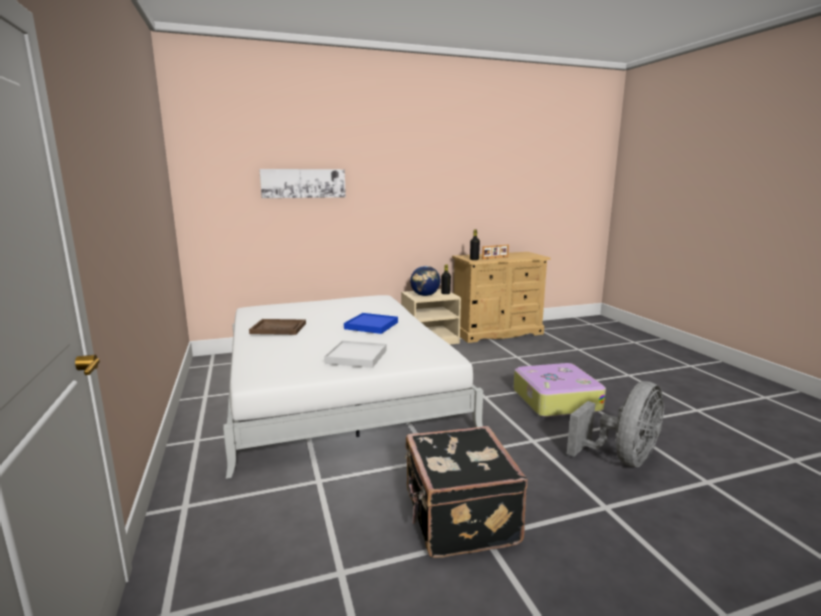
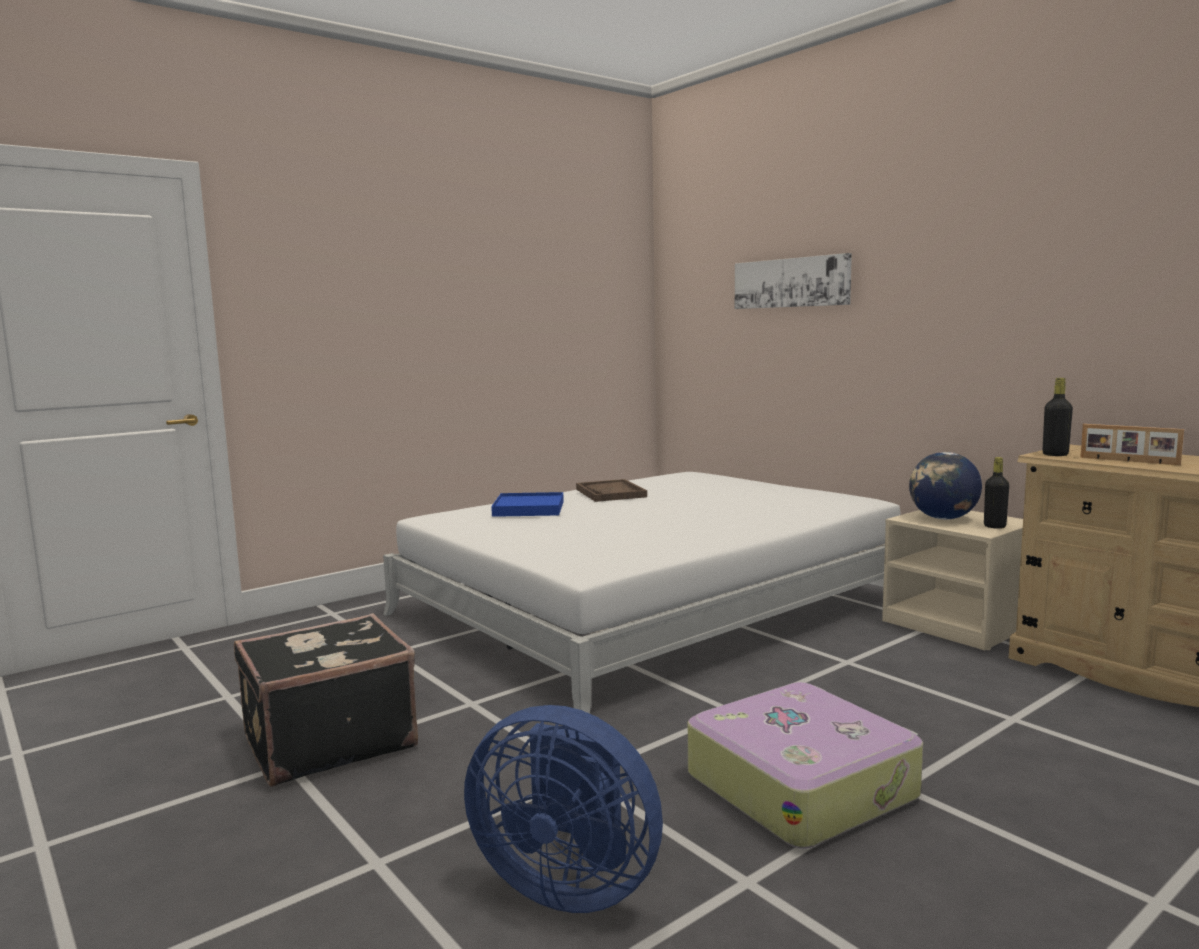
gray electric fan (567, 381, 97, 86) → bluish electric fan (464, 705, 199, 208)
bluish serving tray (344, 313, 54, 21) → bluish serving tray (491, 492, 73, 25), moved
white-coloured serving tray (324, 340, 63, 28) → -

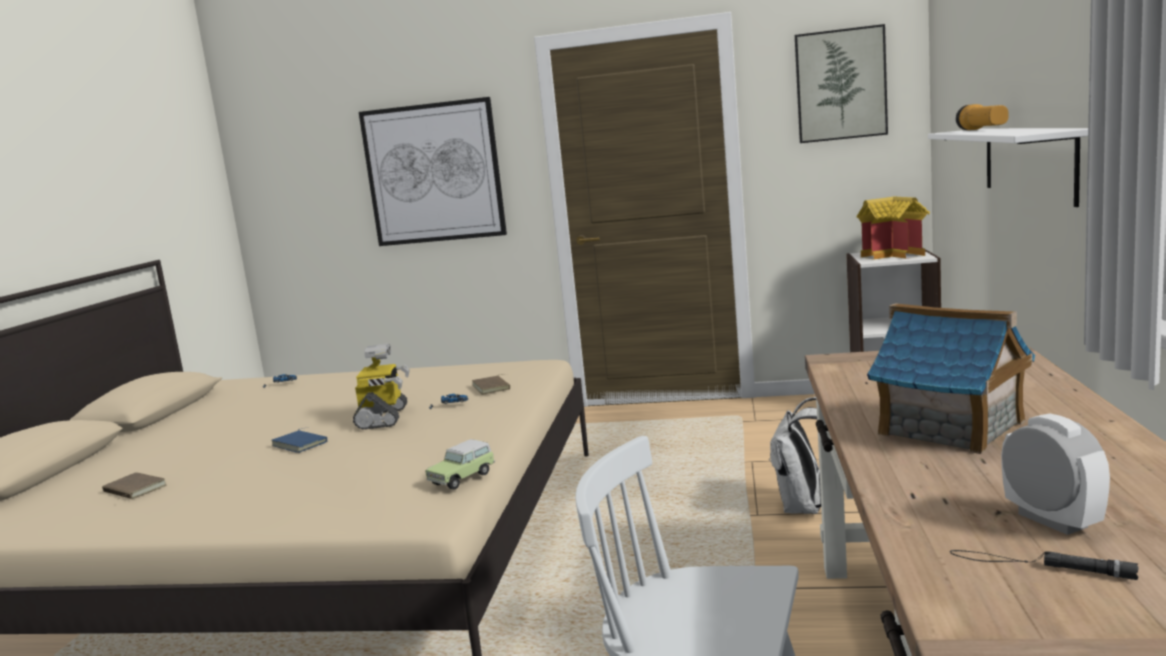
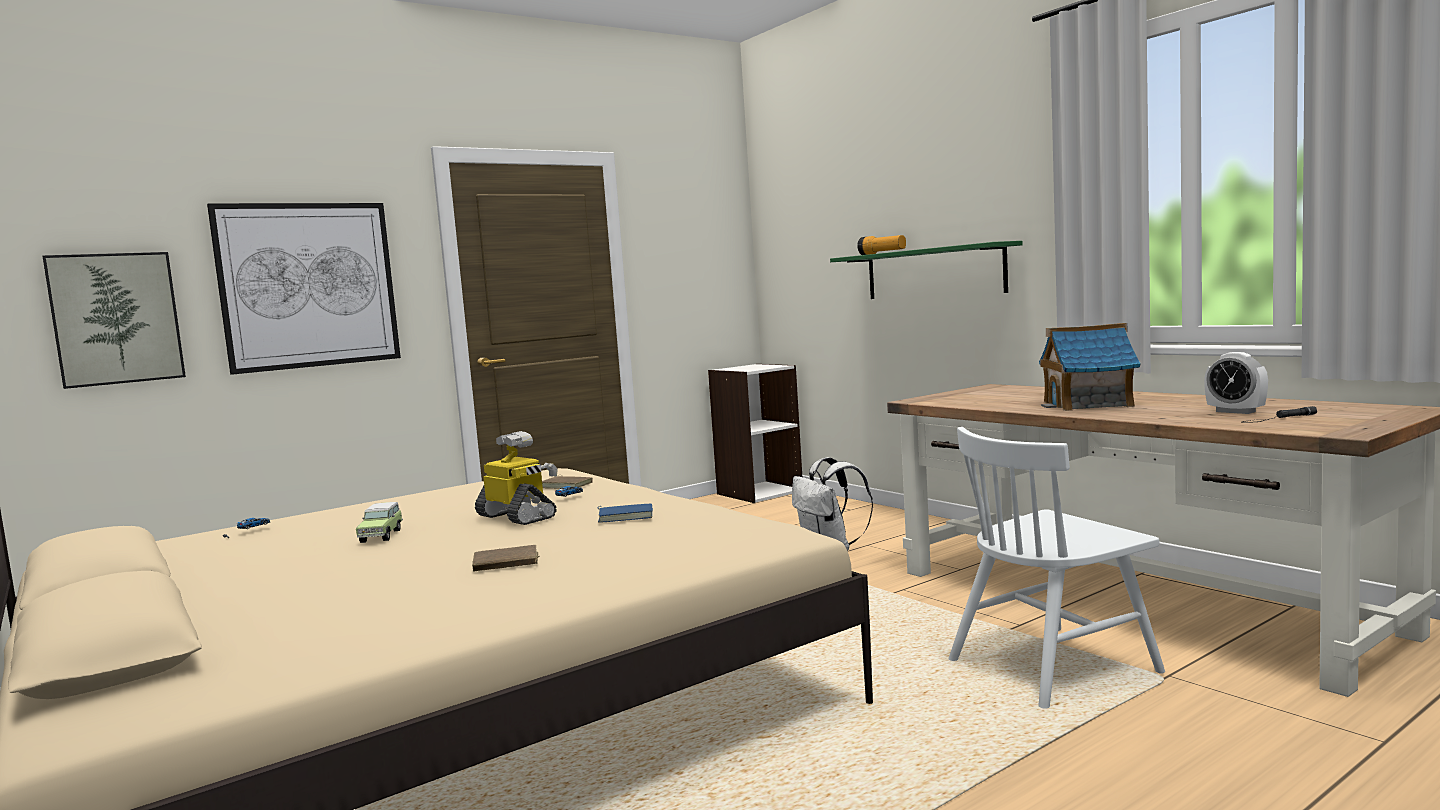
wall picture (795, 24, 93, 119) → wall picture (42, 252, 144, 137), moved
toy car (425, 439, 70, 51) → toy car (356, 502, 47, 41), moved
brownish volume (102, 472, 64, 27) → brownish volume (472, 545, 67, 26), moved
bluish volume (272, 428, 55, 25) → bluish volume (598, 504, 55, 19), moved
white-coloured shelf (928, 128, 160, 79) → greenish shelf (830, 241, 193, 58)
bedside clock (1001, 414, 109, 121) → bedside clock (1204, 352, 64, 62), 150 degrees counterclockwise
model house (856, 197, 74, 63) → -

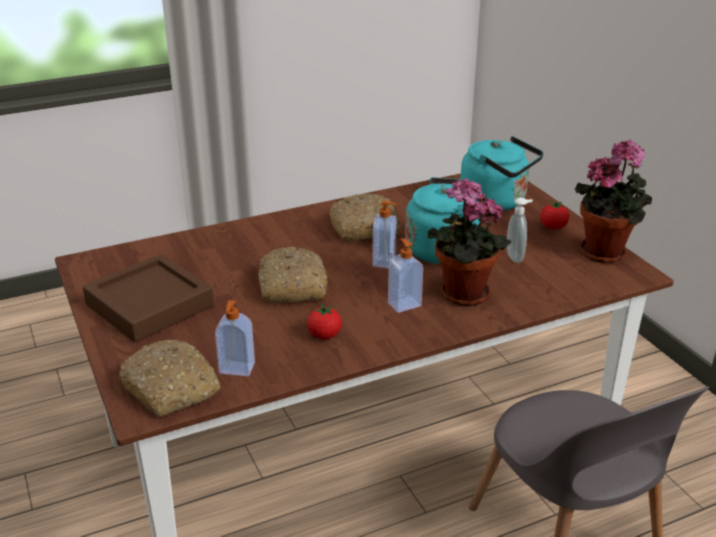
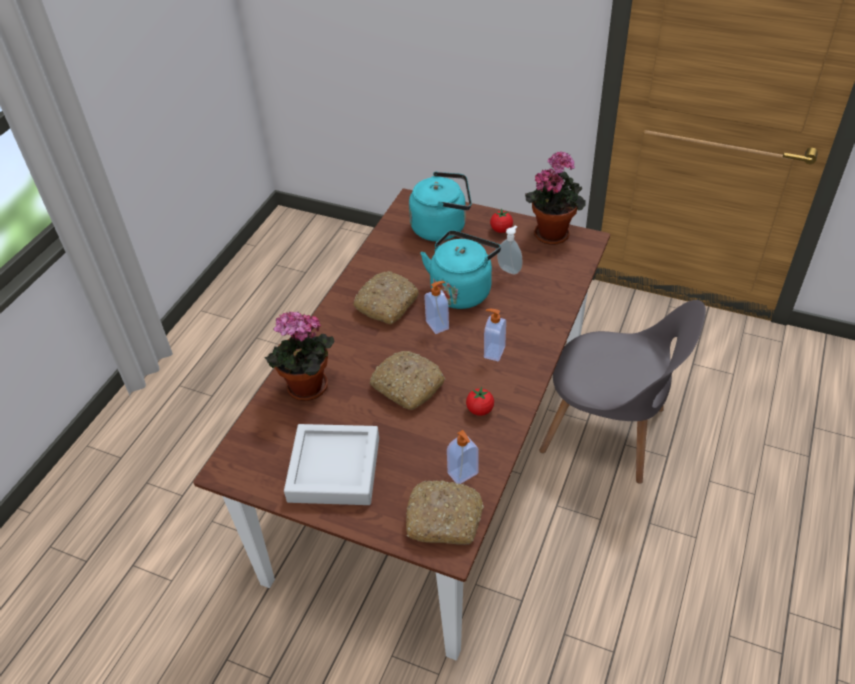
houseplant (428, 178, 83, 128) → houseplant (264, 312, 70, 89), moved
brownish serving tray (83, 254, 131, 88) → gray serving tray (284, 424, 95, 81)

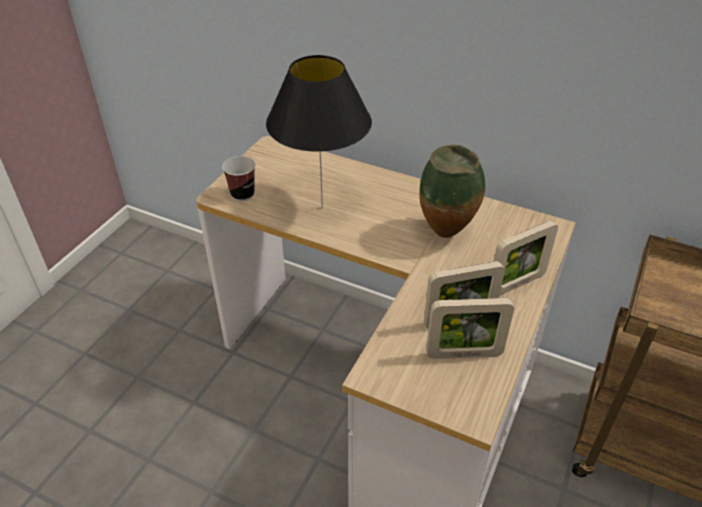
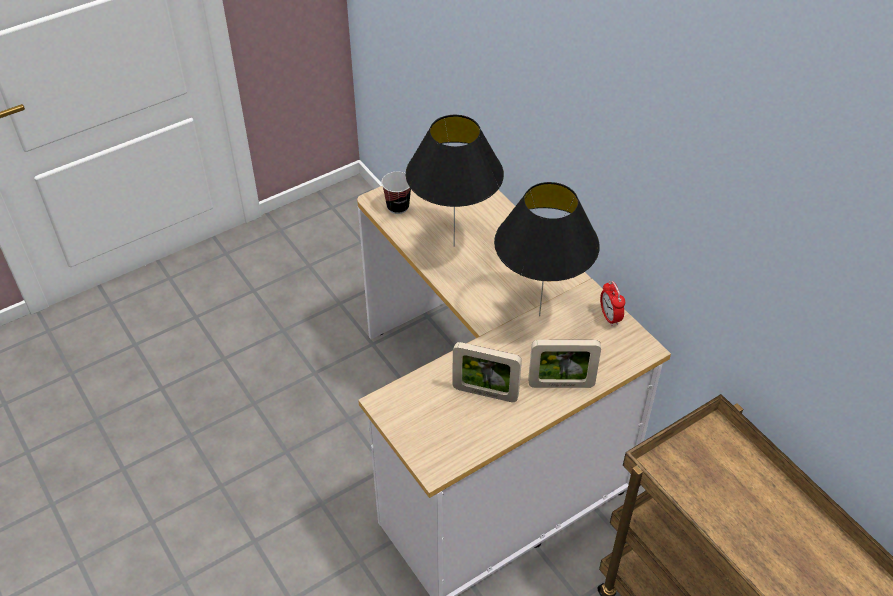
flower vase (419, 145, 66, 93) → black-coloured tabletop lamp (494, 182, 106, 134)
- → bedside clock (600, 281, 25, 45)
picture frame (426, 298, 88, 61) → -

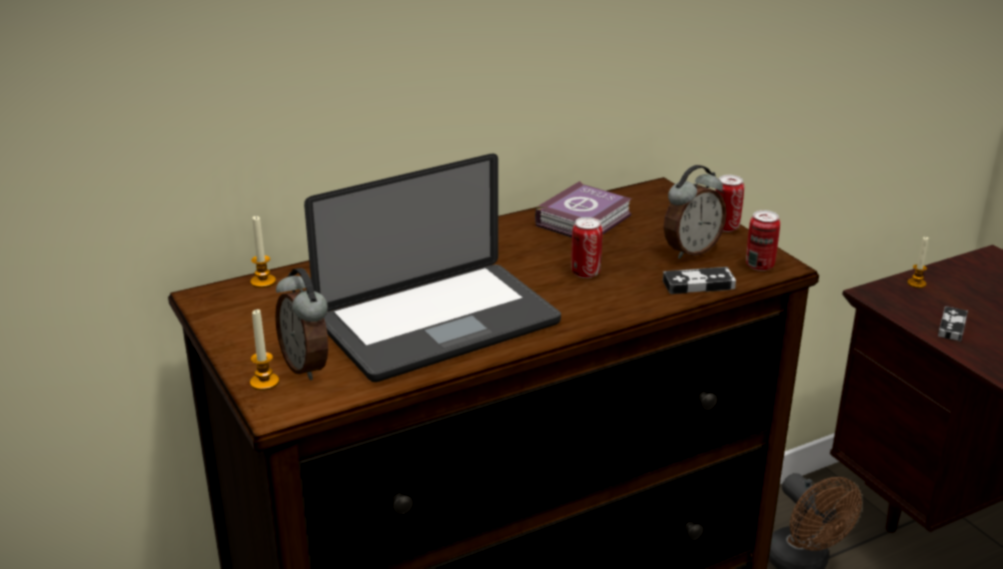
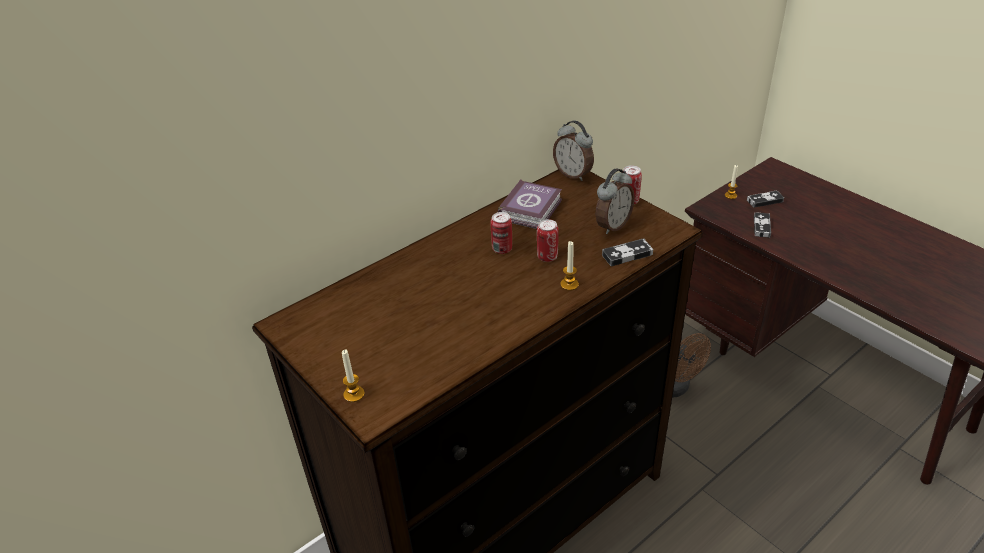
sealed can (746, 210, 34, 61) → sealed can (491, 212, 21, 42), moved
bedside clock (275, 268, 53, 113) → bedside clock (553, 120, 41, 61), moved
wax candle (251, 216, 25, 72) → wax candle (560, 241, 19, 50), moved
- → joypad (747, 191, 37, 17)
portable computer (304, 153, 257, 229) → -

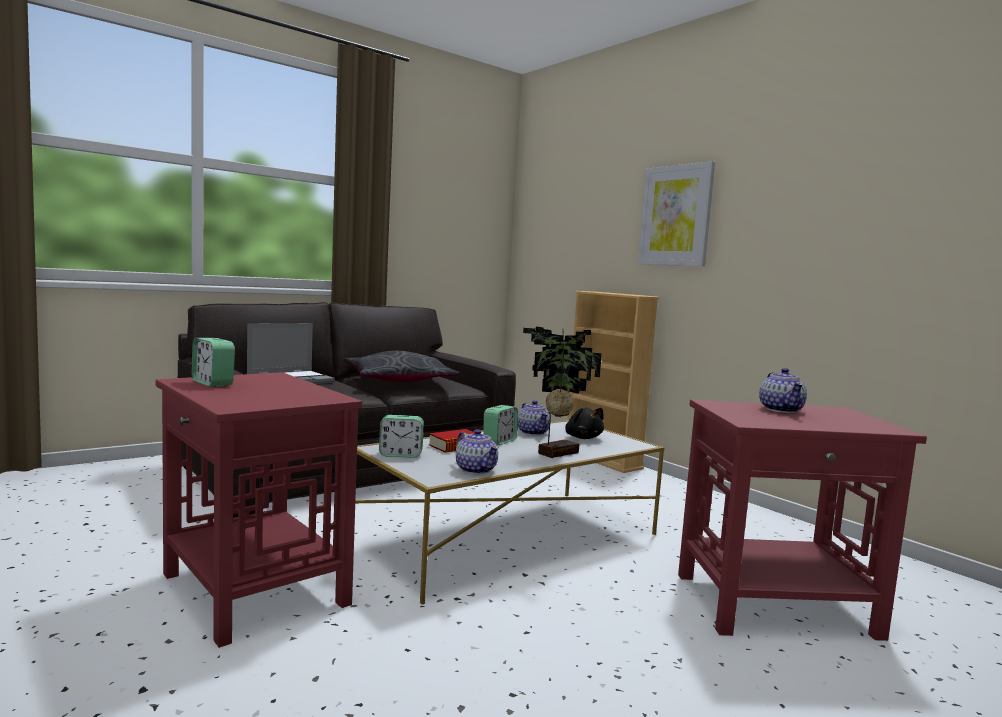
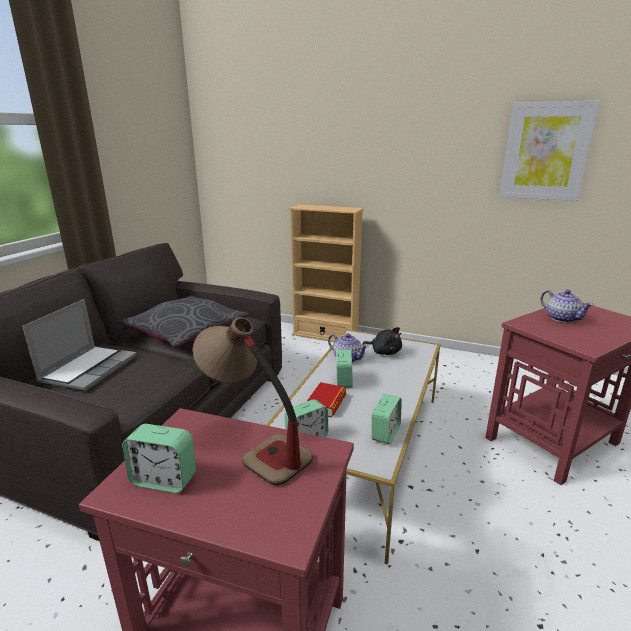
- → tabletop lamp (192, 317, 122, 169)
pot for tea (456, 429, 43, 45) → bedside clock (371, 394, 31, 50)
wall picture (638, 161, 77, 105) → wall picture (499, 101, 101, 100), moved
houseplant (523, 327, 79, 131) → -

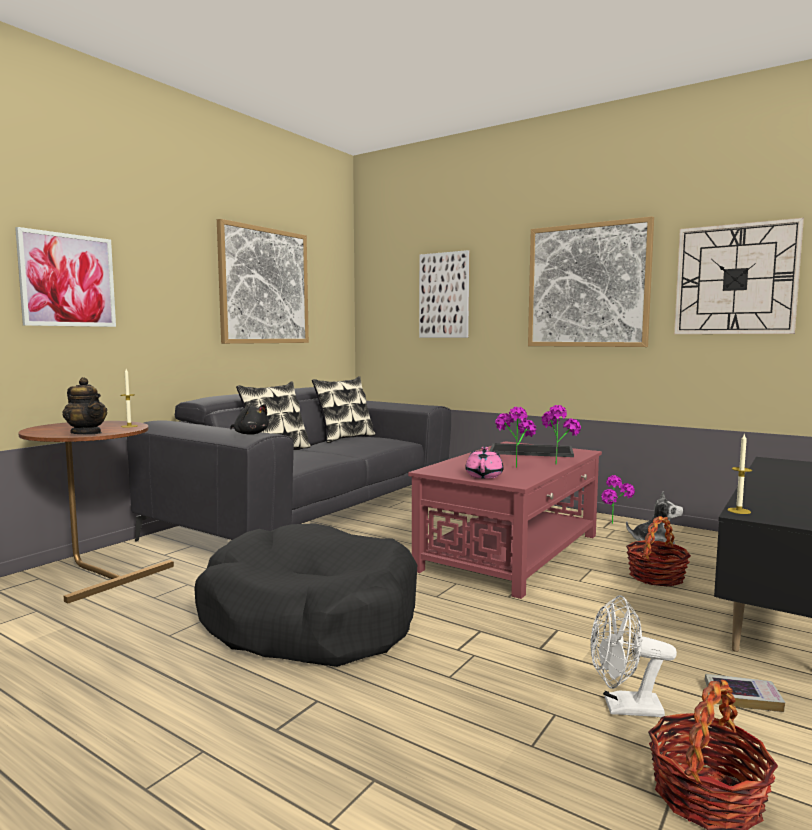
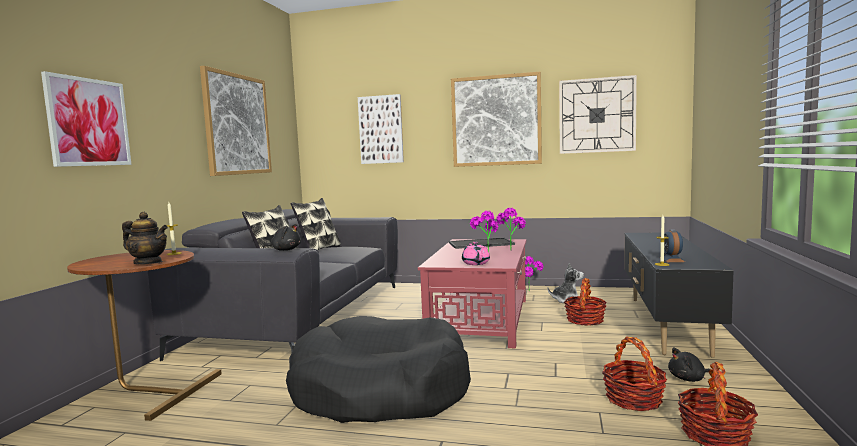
white-coloured electric fan (590, 595, 87, 122) → storage basket (602, 337, 65, 74)
- → bedside clock (664, 229, 21, 33)
volume (705, 674, 80, 38) → black-coloured plush toy (668, 348, 42, 34)

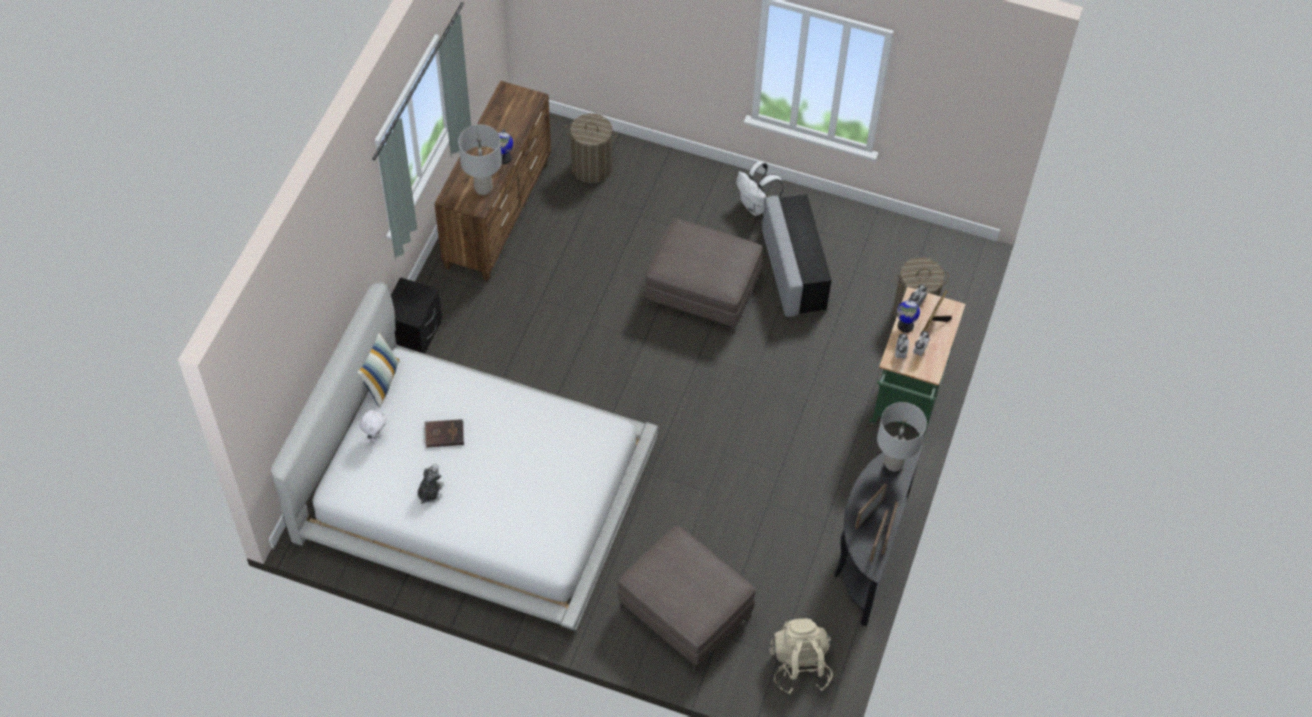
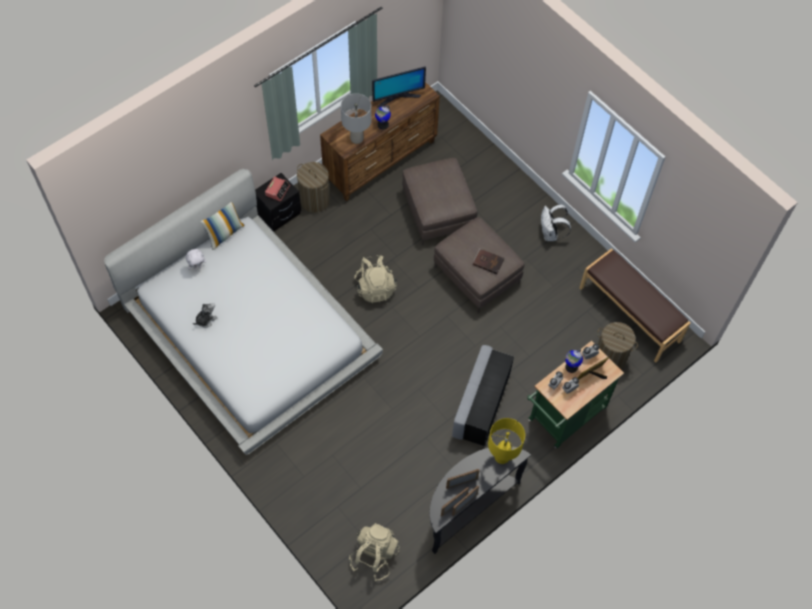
- → bedside clock (265, 176, 25, 26)
washing basket (565, 113, 52, 70) → washing basket (297, 162, 33, 50), moved
- → sand-coloured rucksack (354, 255, 43, 48)
- → computer screen (372, 66, 54, 42)
brownish ottoman (618, 526, 138, 146) → brownish ottoman (402, 158, 75, 88), moved
gray ottoman (762, 194, 70, 123) → gray ottoman (452, 345, 62, 101), moved
brownish volume (424, 419, 40, 28) → brownish volume (473, 248, 32, 26), moved
gray tabletop lamp (877, 402, 50, 69) → yellow-coloured tabletop lamp (488, 418, 37, 46)
- → brownish long seat (579, 248, 112, 114)

